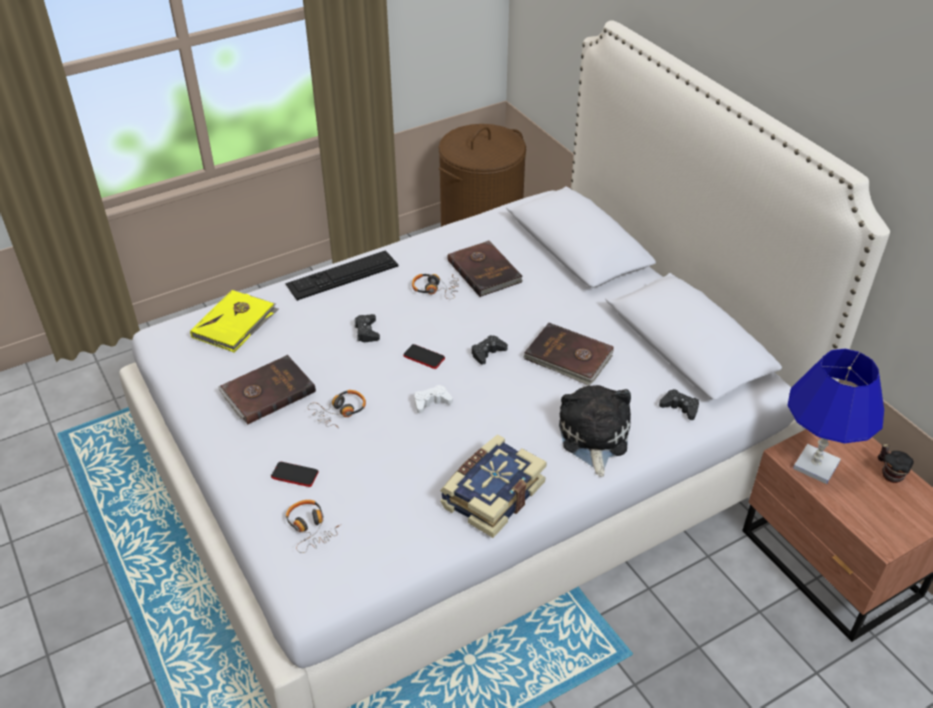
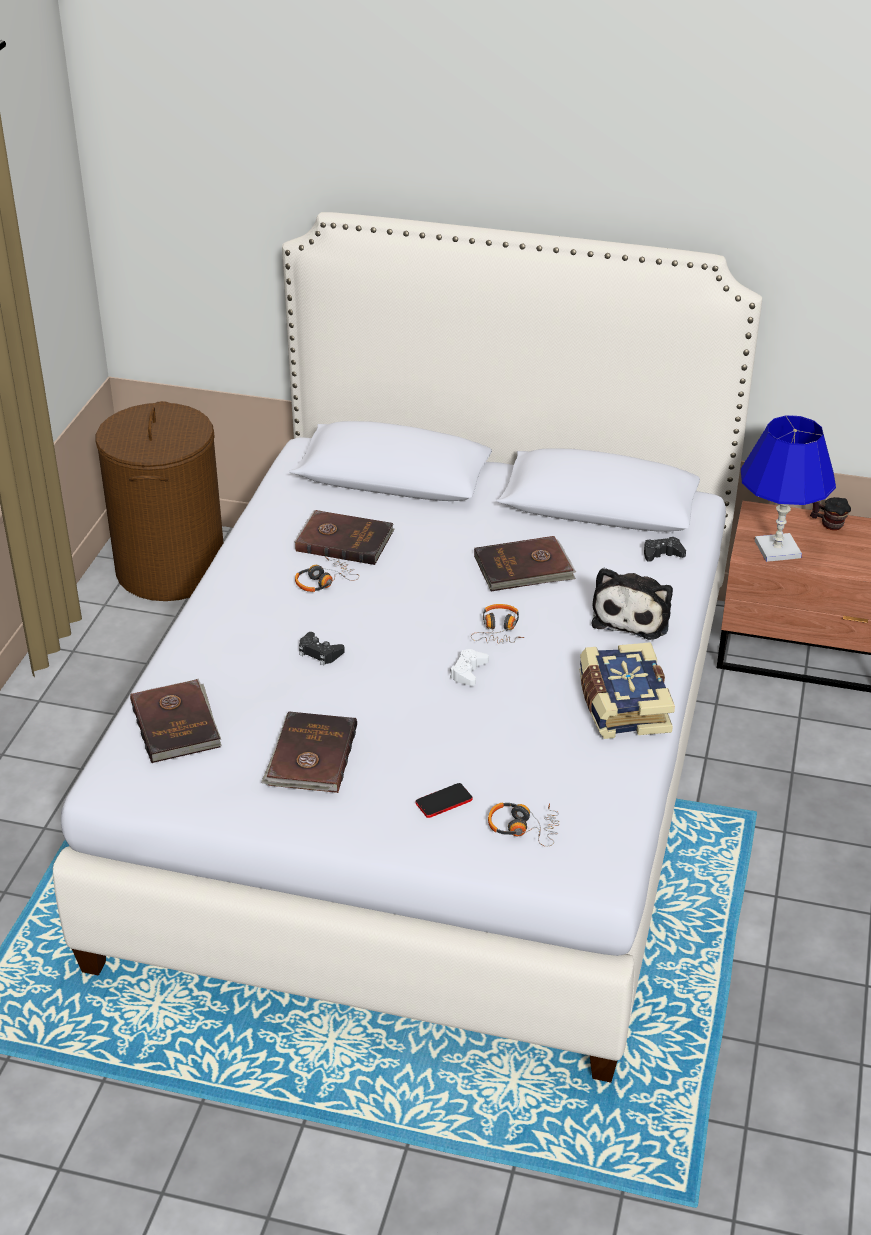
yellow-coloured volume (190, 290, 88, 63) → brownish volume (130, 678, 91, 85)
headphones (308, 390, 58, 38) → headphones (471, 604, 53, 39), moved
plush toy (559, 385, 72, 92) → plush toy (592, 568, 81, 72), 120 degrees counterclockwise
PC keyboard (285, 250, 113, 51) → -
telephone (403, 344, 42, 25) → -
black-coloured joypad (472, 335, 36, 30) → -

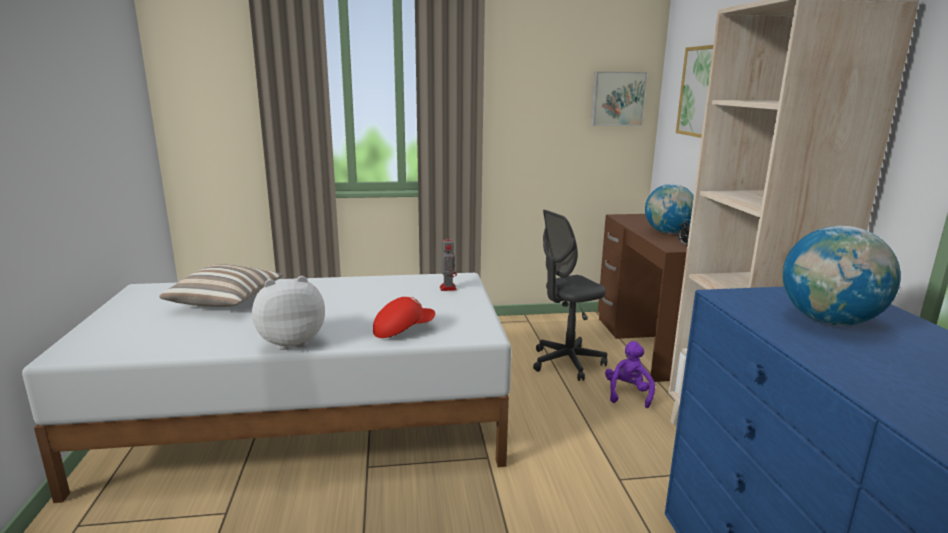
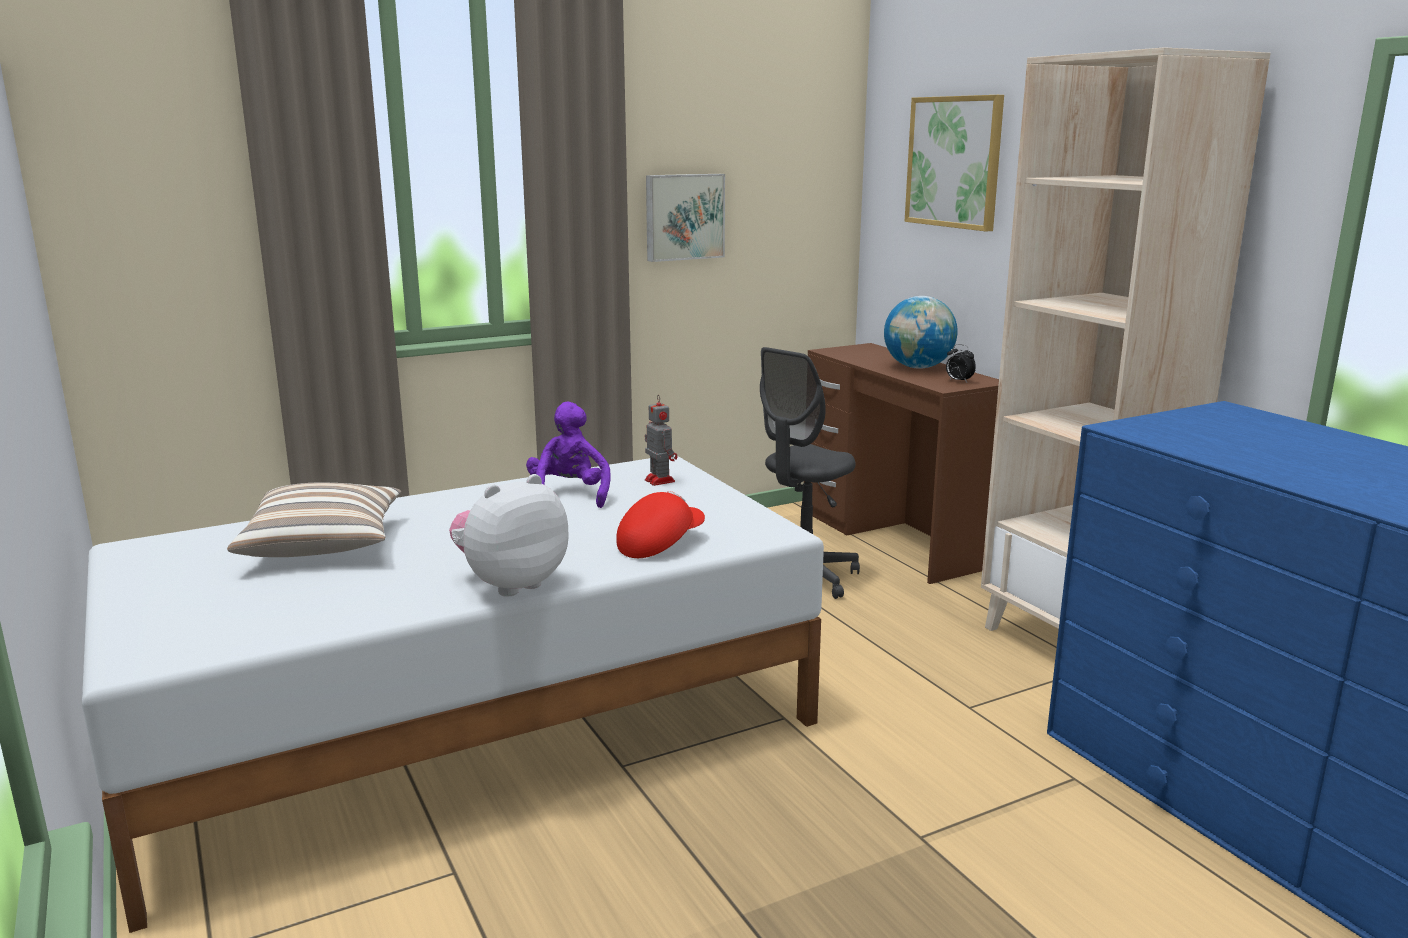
purplish plush toy (605, 341, 50, 67) → purplish plush toy (526, 402, 85, 106), moved
wall picture (591, 71, 56, 55) → wall picture (646, 174, 79, 88), moved
globe (782, 226, 119, 100) → -

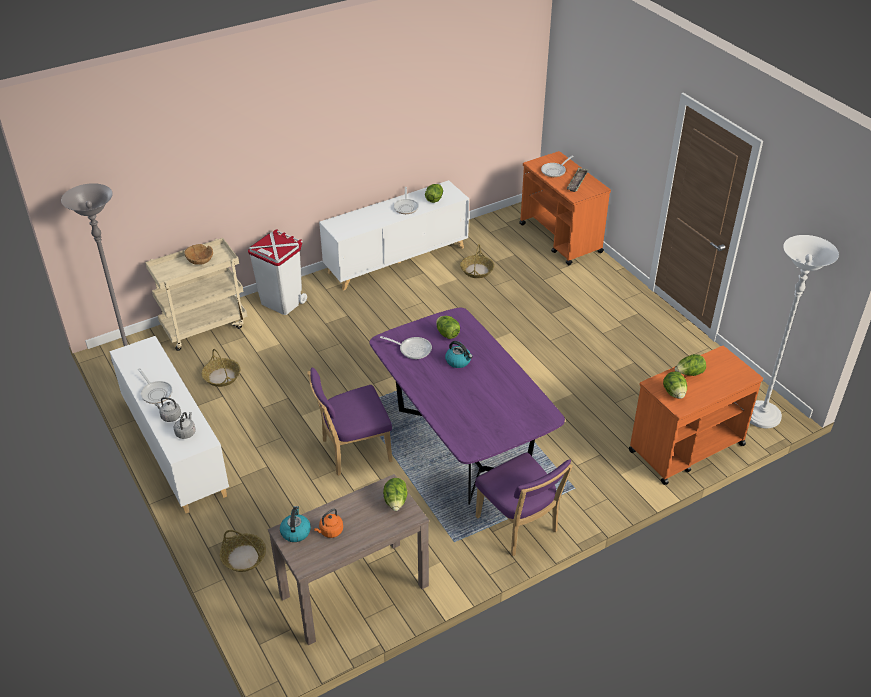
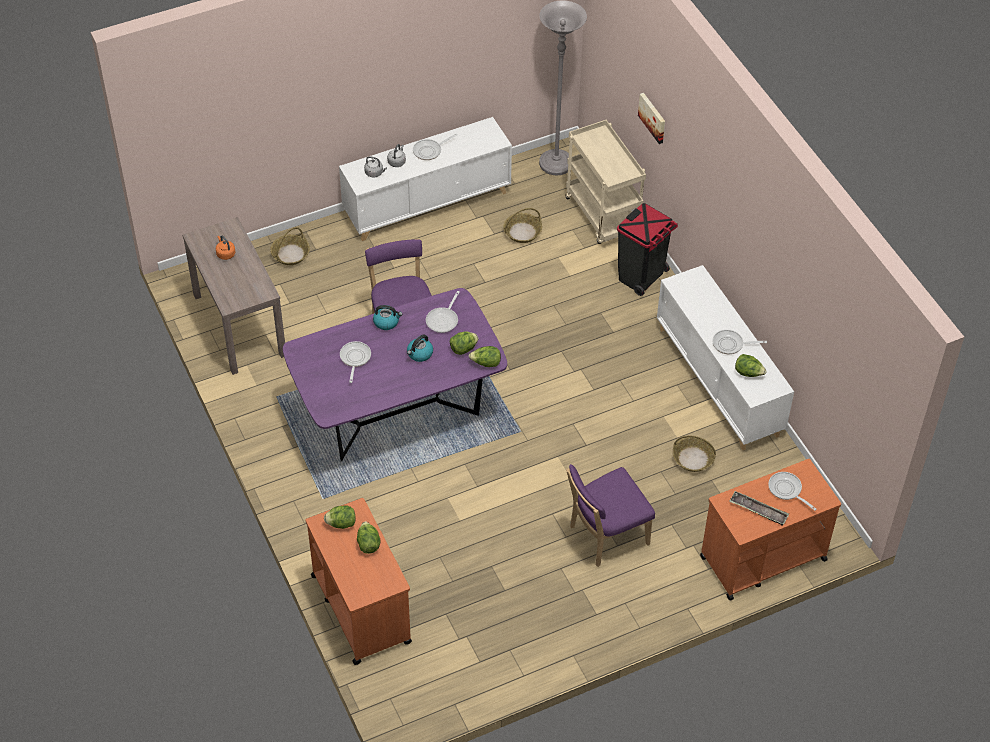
- → frying pan (340, 341, 31, 42)
tea kettle (280, 506, 31, 36) → tea kettle (373, 305, 30, 25), moved
lettuce head (383, 478, 25, 33) → lettuce head (469, 346, 32, 21), moved
purplish upright chair (475, 453, 98, 103) → purplish upright chair (566, 464, 89, 103), moved
white-coloured waste bin (248, 229, 59, 86) → black-coloured waste bin (617, 203, 61, 93)
- → wall picture (638, 93, 27, 51)
brownish serving bowl (184, 244, 29, 21) → -
white-coloured floor lamp (750, 235, 89, 193) → -

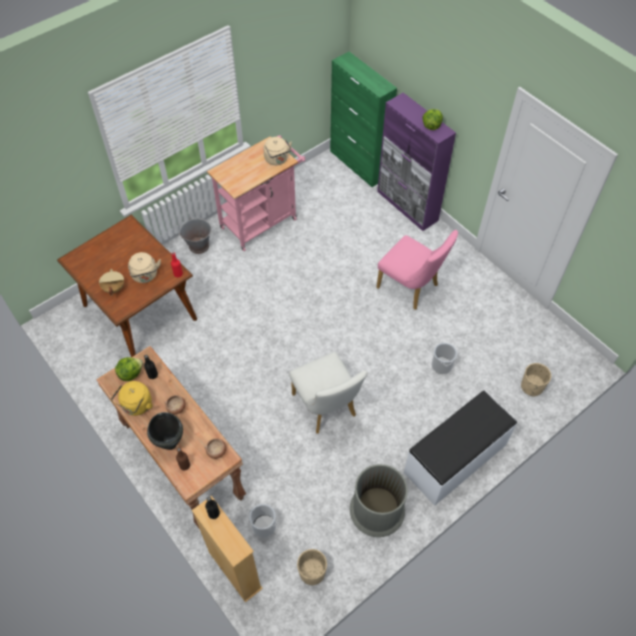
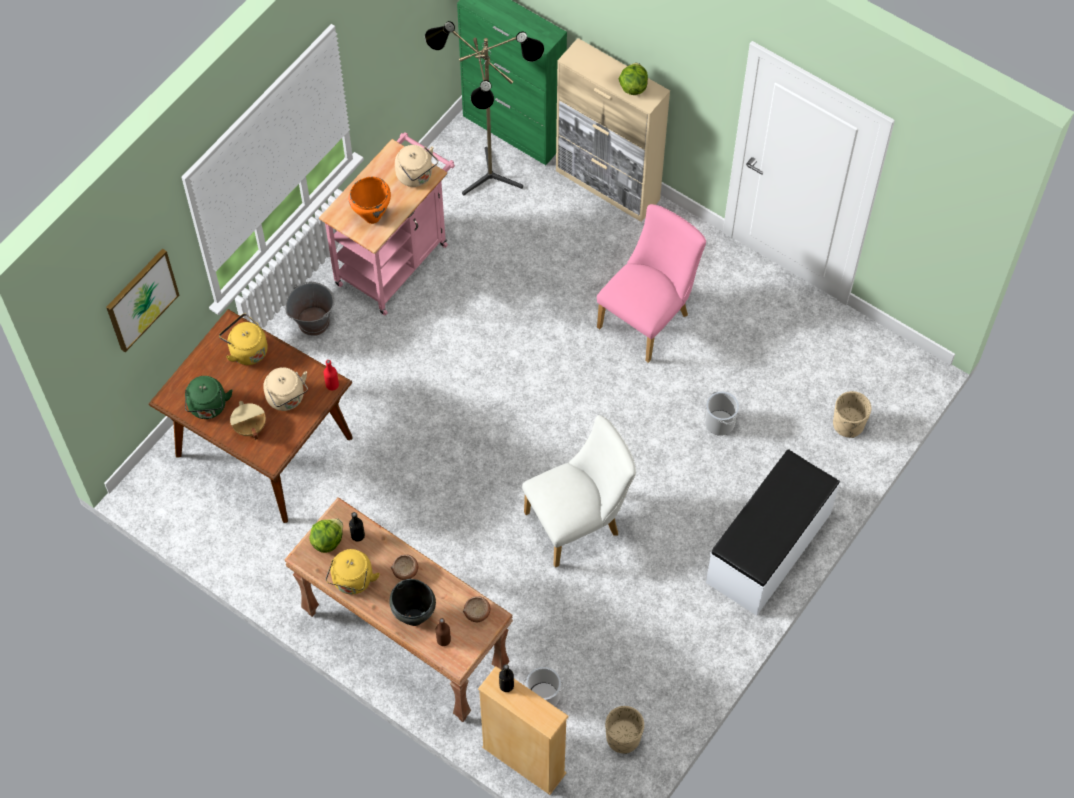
- → wall picture (106, 248, 73, 104)
- → greenish tea kettle (185, 376, 48, 43)
- → yellow-coloured tea kettle (219, 314, 49, 51)
- → orangey saucepot (349, 177, 42, 47)
- → floor lamp (425, 21, 119, 175)
white-coloured upright chair (289, 352, 78, 82) → white-coloured upright chair (522, 415, 114, 153), 75 degrees counterclockwise
purplish storage cabinet (377, 93, 79, 138) → sand-coloured storage cabinet (556, 38, 114, 184)
pink-coloured upright chair (376, 230, 82, 80) → pink-coloured upright chair (597, 204, 109, 159), 75 degrees counterclockwise
gray waste bin (350, 464, 58, 73) → -

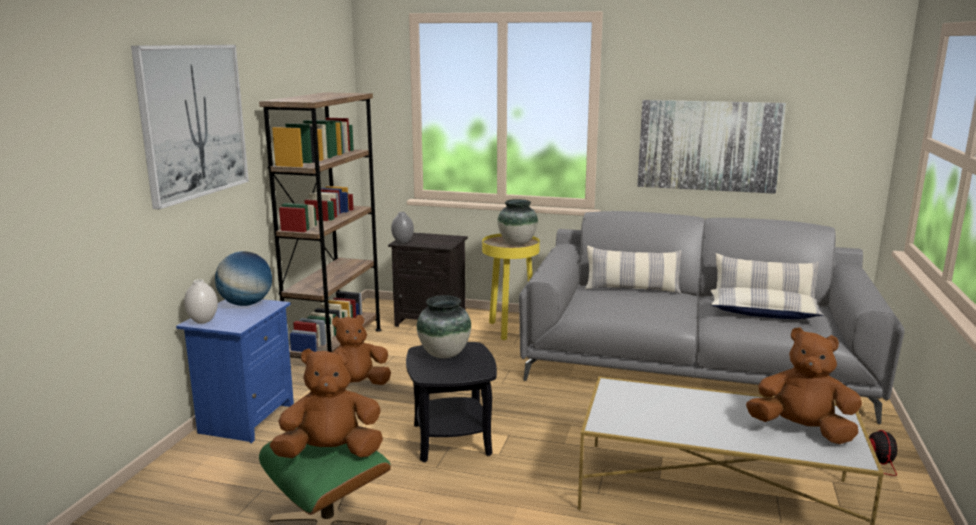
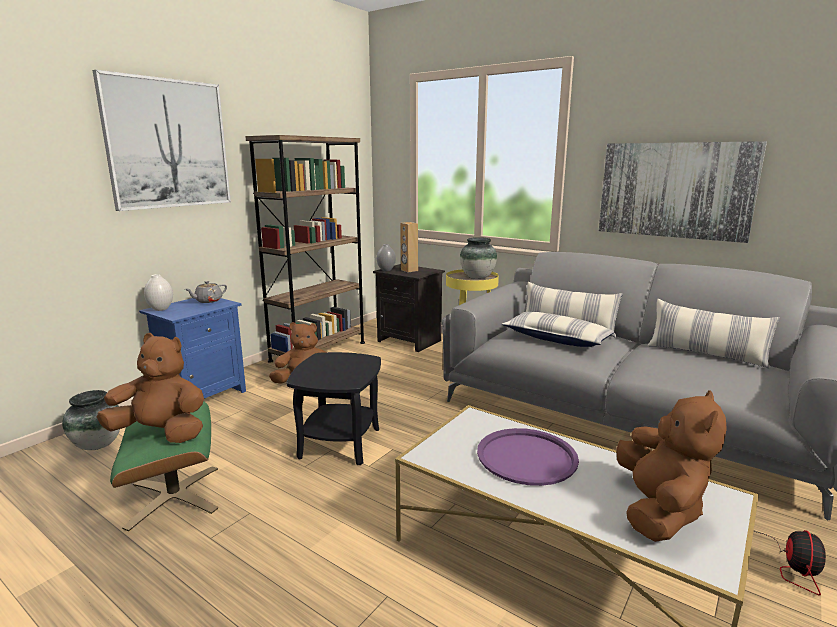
flower vase (417, 295, 54, 63) → flower vase (62, 390, 58, 60), moved
globe (215, 251, 57, 55) → gray pot for tea (185, 281, 42, 22)
- → brownish speaker (400, 222, 18, 50)
- → purplish serving tray (477, 428, 102, 58)
throw pillow (710, 287, 114, 32) → throw pillow (502, 312, 113, 35), moved
brownish plush toy (746, 328, 116, 116) → brownish plush toy (616, 390, 111, 152), 60 degrees clockwise

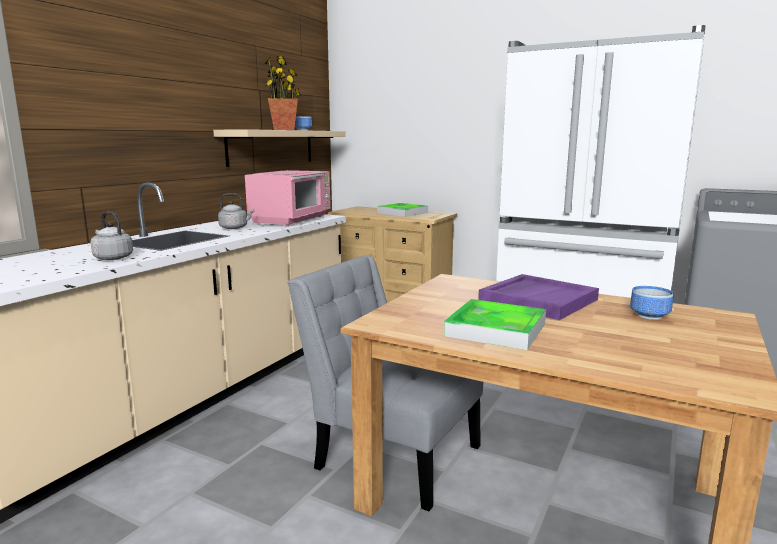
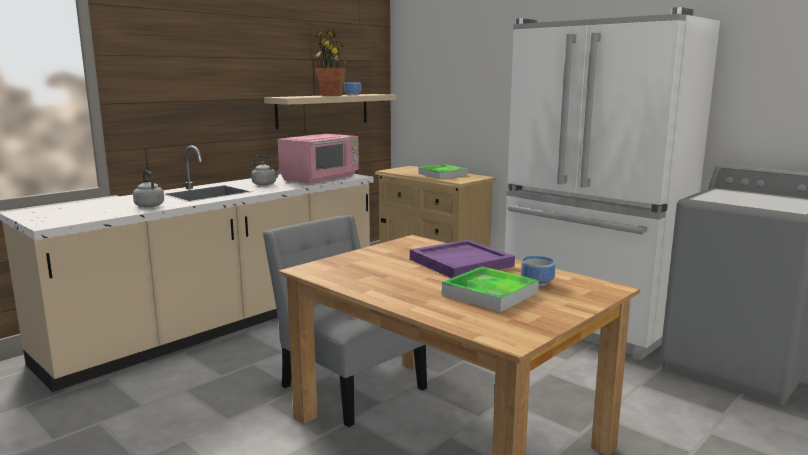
serving tray (444, 299, 102, 51) → serving tray (442, 266, 97, 46), moved

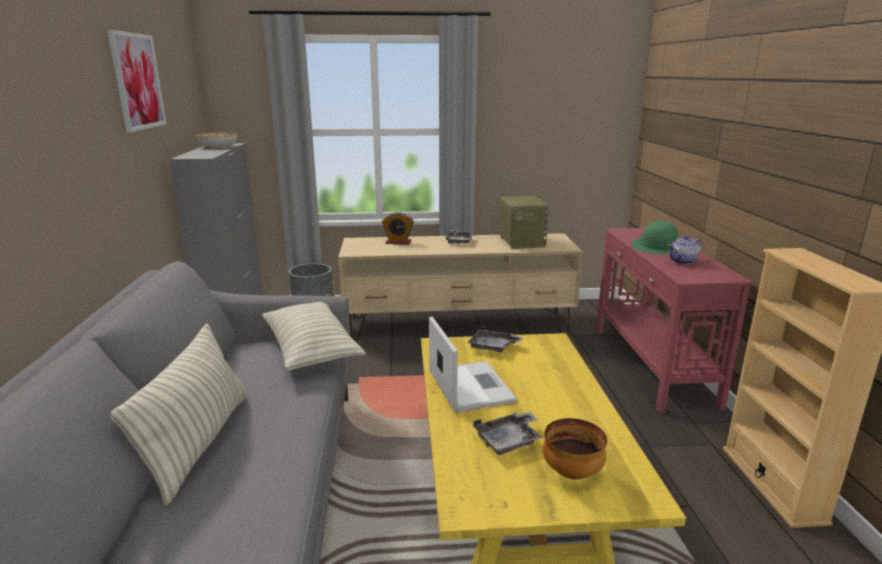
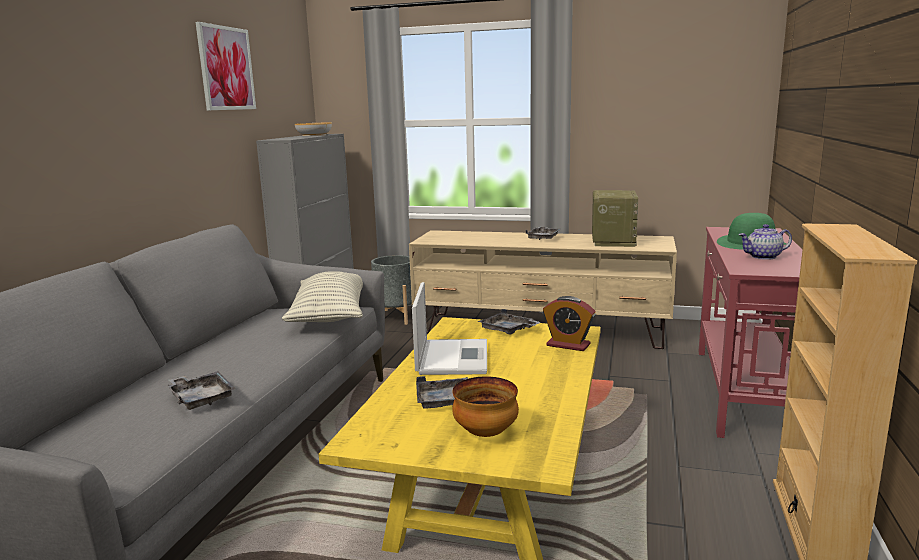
- → gray serving tray (168, 371, 68, 39)
bedside clock (382, 212, 32, 33) → bedside clock (543, 296, 53, 55), moved
throw pillow (110, 323, 137, 183) → -

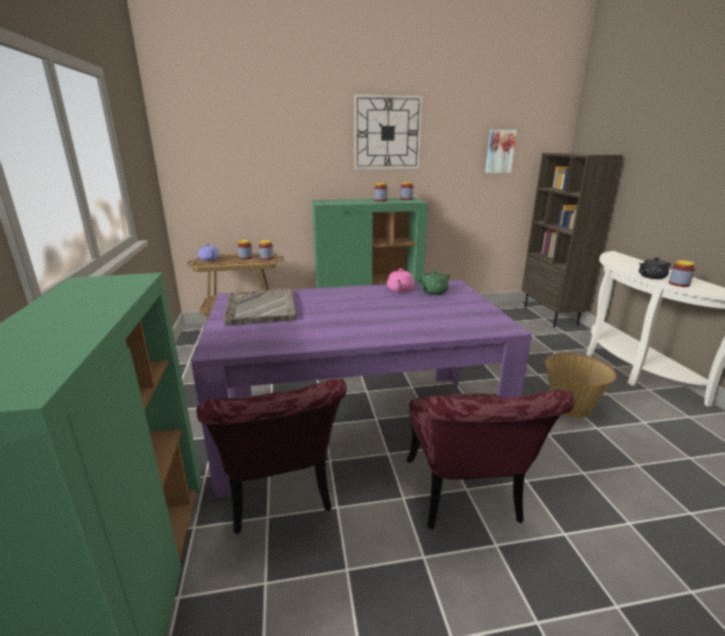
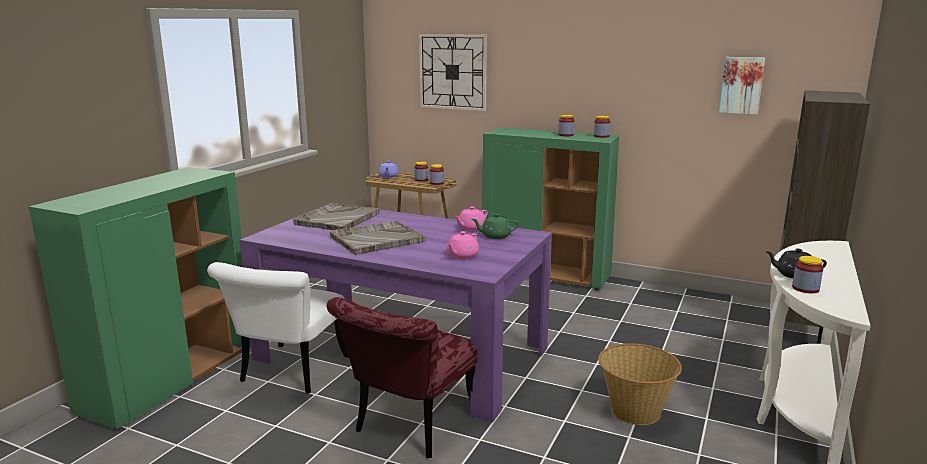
reddish upright chair (196, 379, 151, 155) → white-coloured upright chair (207, 262, 142, 132)
- → gray serving tray (330, 221, 96, 34)
clock on the wall (354, 95, 69, 74) → clock on the wall (419, 34, 68, 77), moved
- → pink-coloured pot for tea (447, 231, 32, 28)

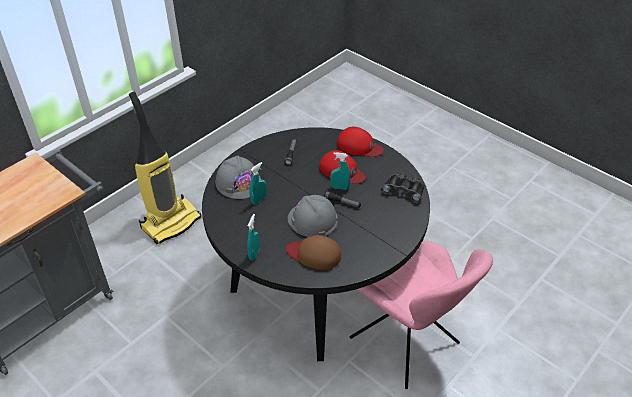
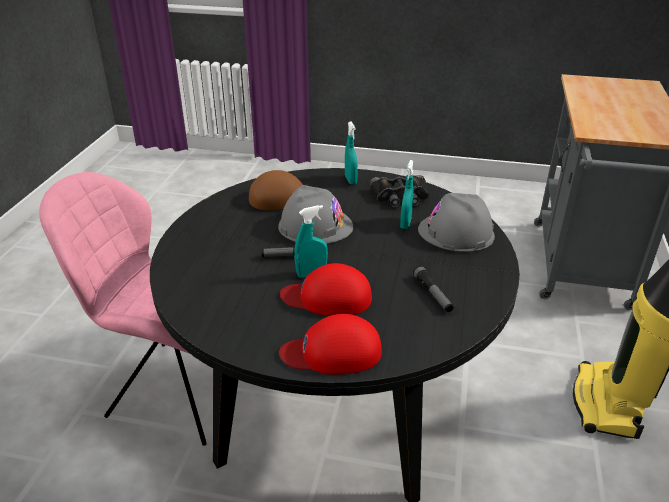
black-coloured binoculars (381, 173, 43, 30) → black-coloured binoculars (369, 175, 60, 33), moved

